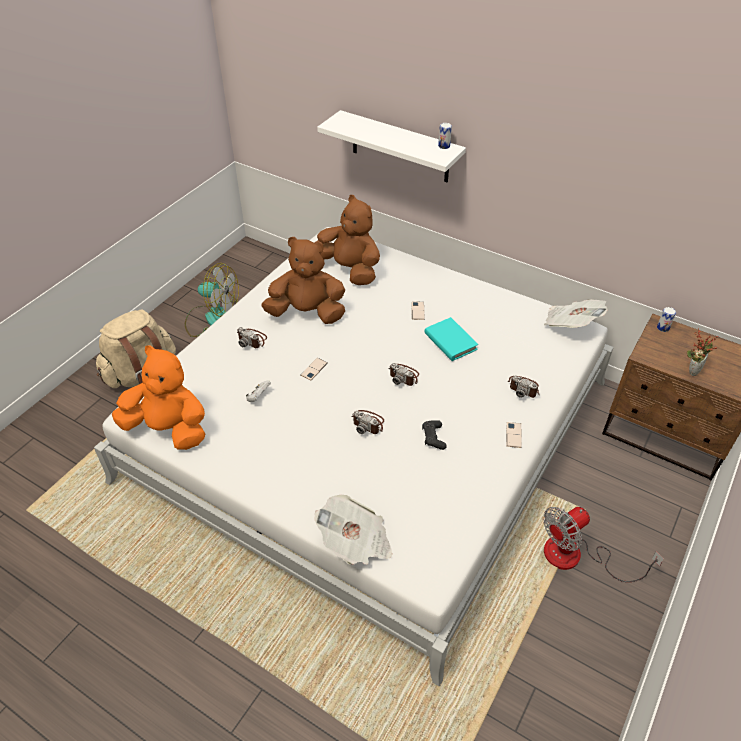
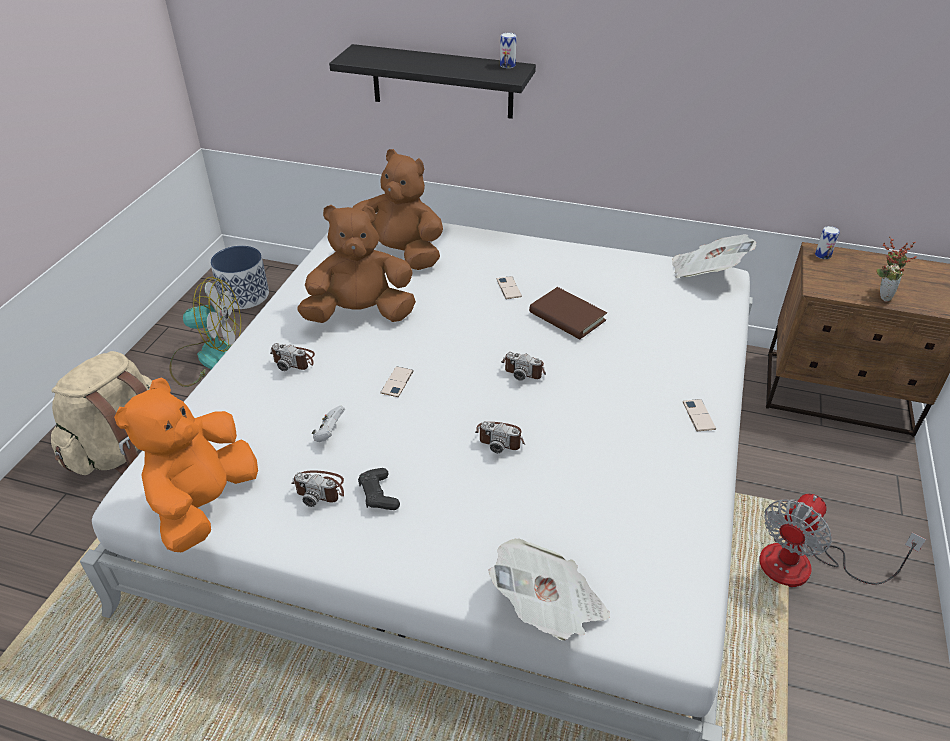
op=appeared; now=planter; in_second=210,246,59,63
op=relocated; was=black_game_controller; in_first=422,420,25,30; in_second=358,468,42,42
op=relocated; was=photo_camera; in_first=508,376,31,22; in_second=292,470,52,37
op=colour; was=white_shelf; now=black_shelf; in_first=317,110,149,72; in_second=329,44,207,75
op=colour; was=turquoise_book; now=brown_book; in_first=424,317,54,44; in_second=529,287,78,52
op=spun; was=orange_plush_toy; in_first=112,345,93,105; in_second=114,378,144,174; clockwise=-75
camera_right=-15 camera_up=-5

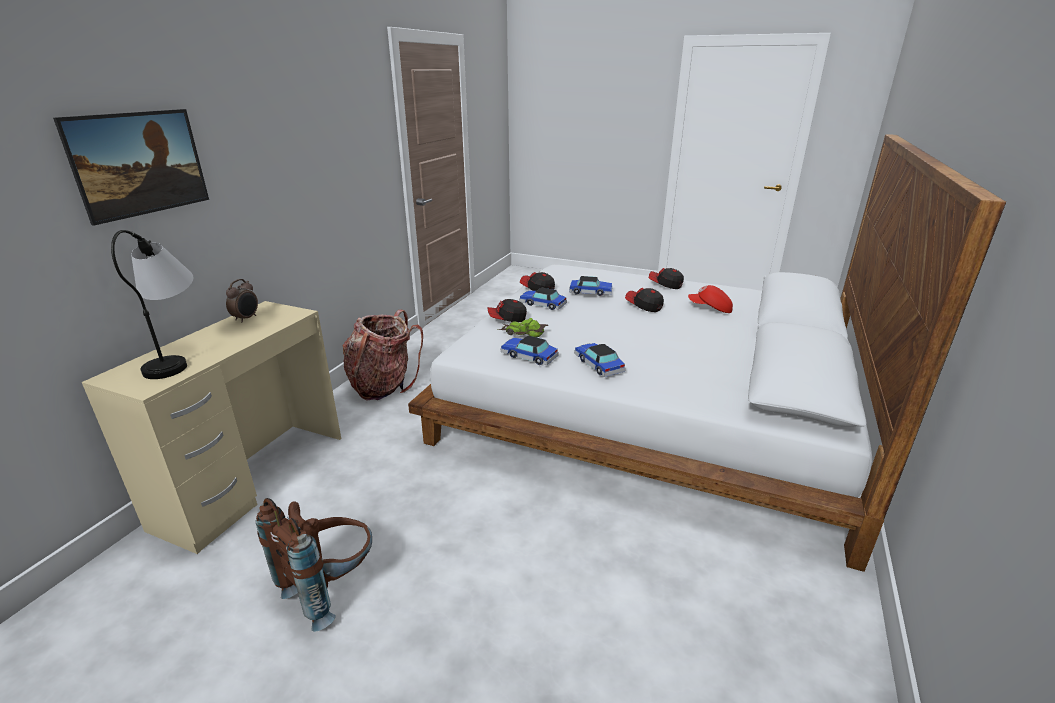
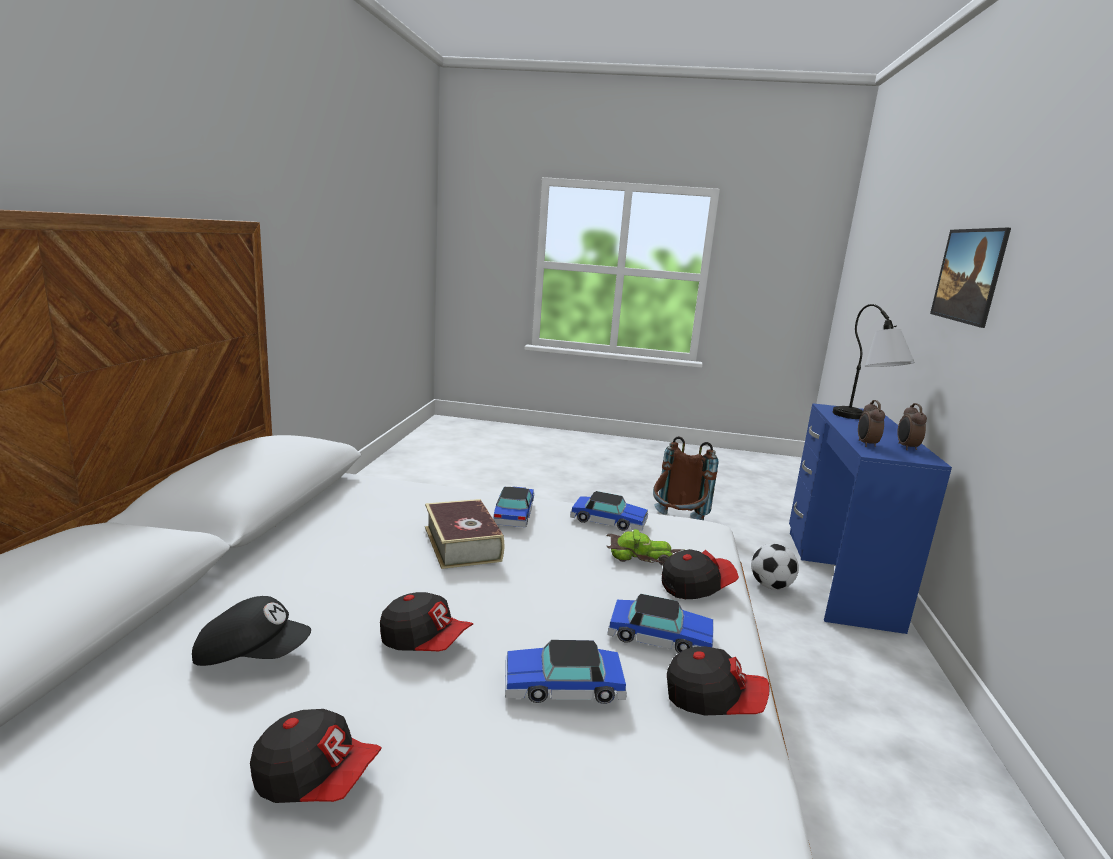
op=missing; was=backpack; in_first=343,310,80,91
op=appeared; now=book; in_second=425,499,79,70
op=appeared; now=football; in_second=751,544,48,46
op=appeared; now=alarm_clock; in_second=858,400,27,47
op=colour; was=beige_desk; now=blue_desk; in_first=82,301,259,253; in_second=789,403,163,231
op=colour; was=red_cap; now=black_cap; in_first=688,285,45,28; in_second=192,596,119,70
op=spun; was=toy_car; in_first=574,343,52,34; in_second=493,486,41,41; clockwise=-135
camera_right=165 camera_up=-10

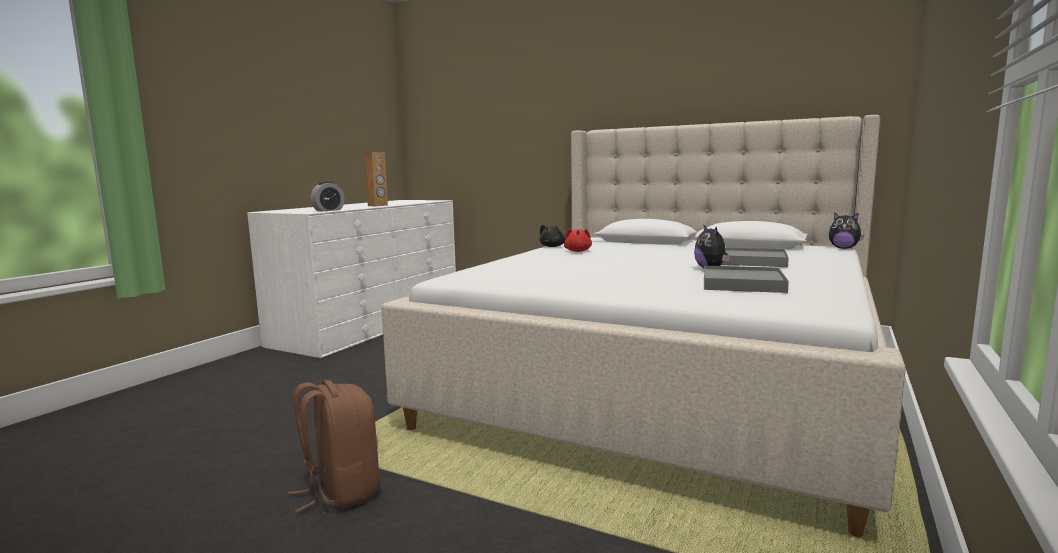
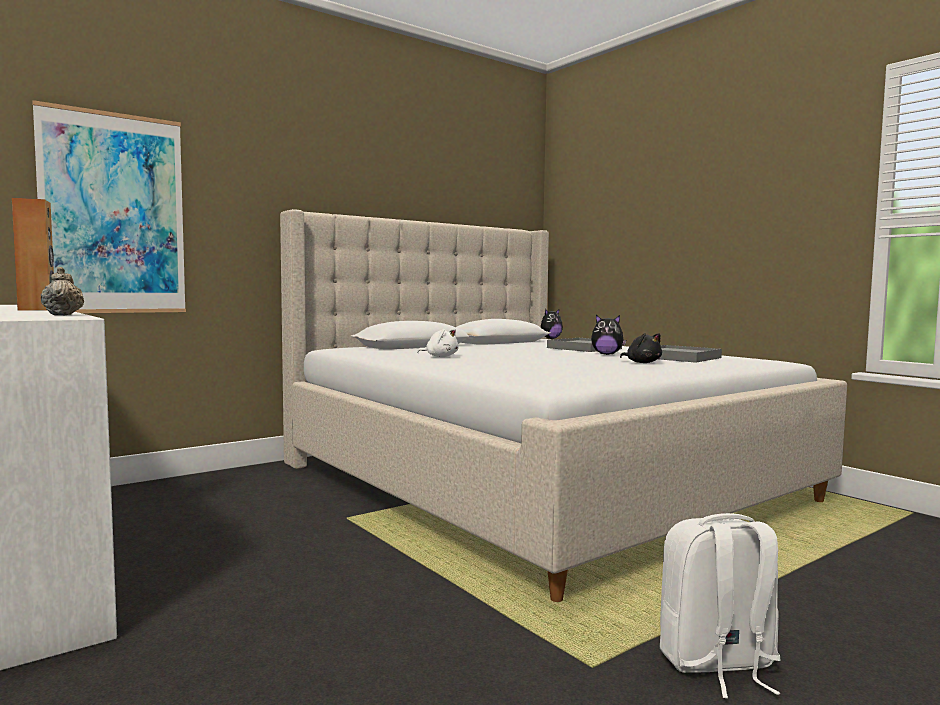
op=appeared; now=picture; in_second=32,100,154,213
op=relocated; was=black_plush_toy; in_first=539,225,26,22; in_second=620,333,42,30
op=exchanged; was=alarm_clock; now=beige_teapot; in_first=310,181,35,30; in_second=41,267,43,48
op=colour; was=brown_backpack; now=white_backpack; in_first=288,380,91,132; in_second=660,513,120,185
op=colour; was=red_plush_toy; now=white_plush_toy; in_first=564,228,28,24; in_second=417,328,42,29
camera_right=-65 camera_up=-5

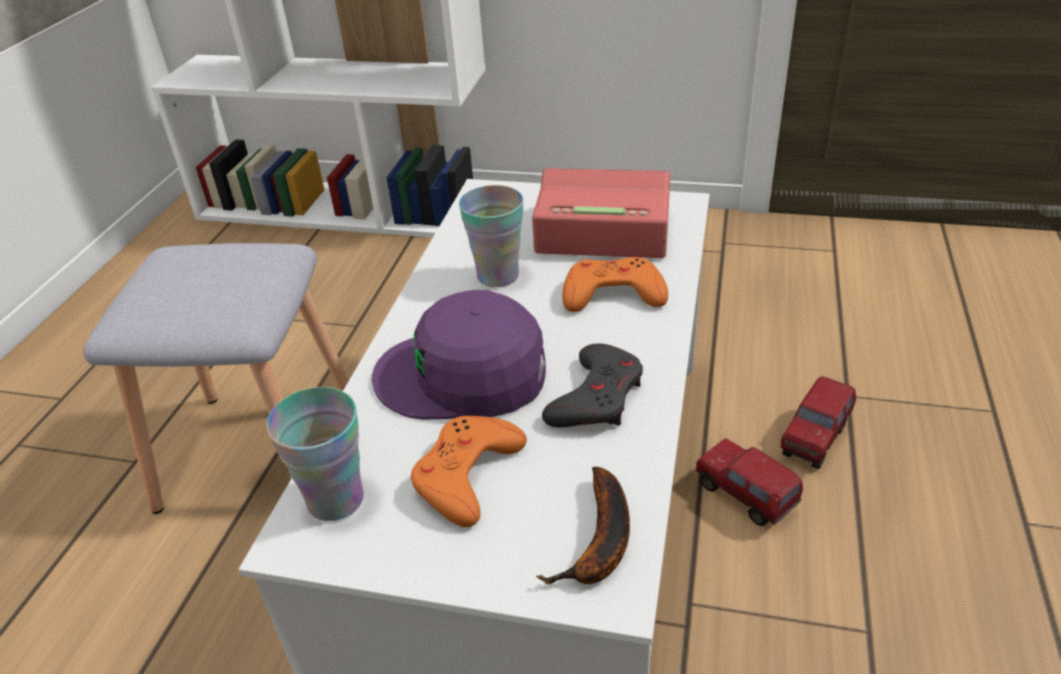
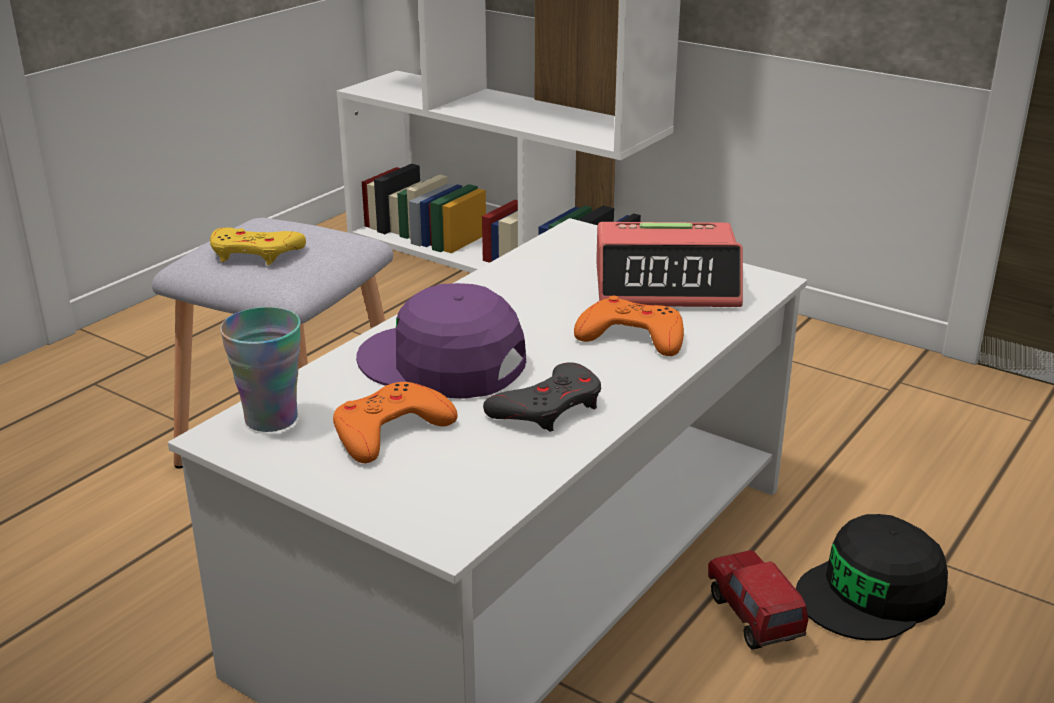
op=missing; was=cup; in_first=459,185,65,102
op=missing; was=banana; in_first=536,467,94,118
op=appeared; now=yellow_game_controller; in_second=210,227,96,38
op=exchanged; was=toy_truck; now=black_cap; in_first=781,376,75,93; in_second=796,514,152,127
op=spun; was=alarm_clock; in_first=532,168,139,90; in_second=596,222,147,85; clockwise=150
camera_right=20 camera_up=-10

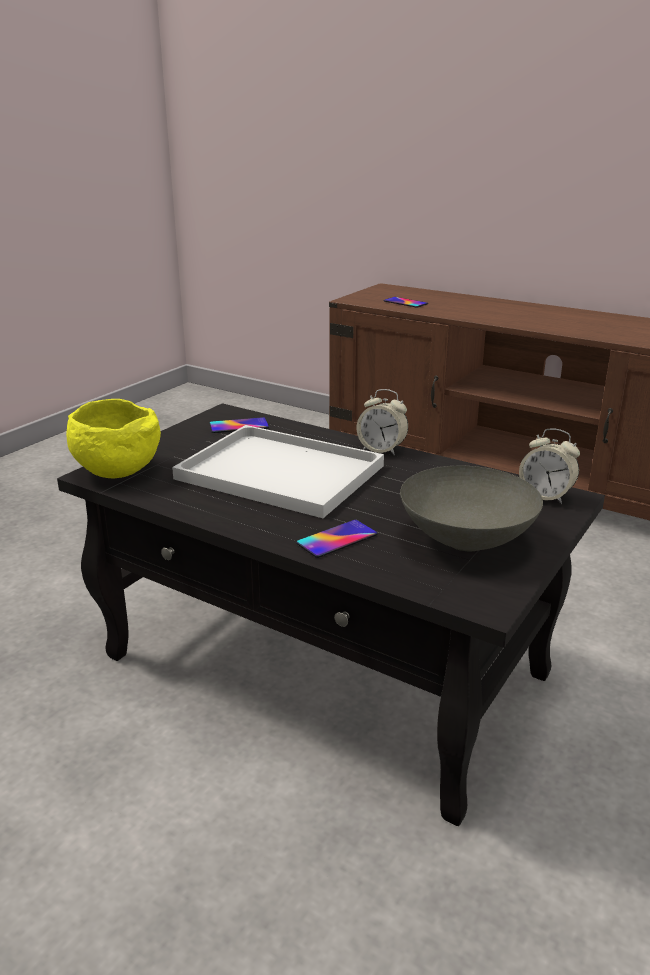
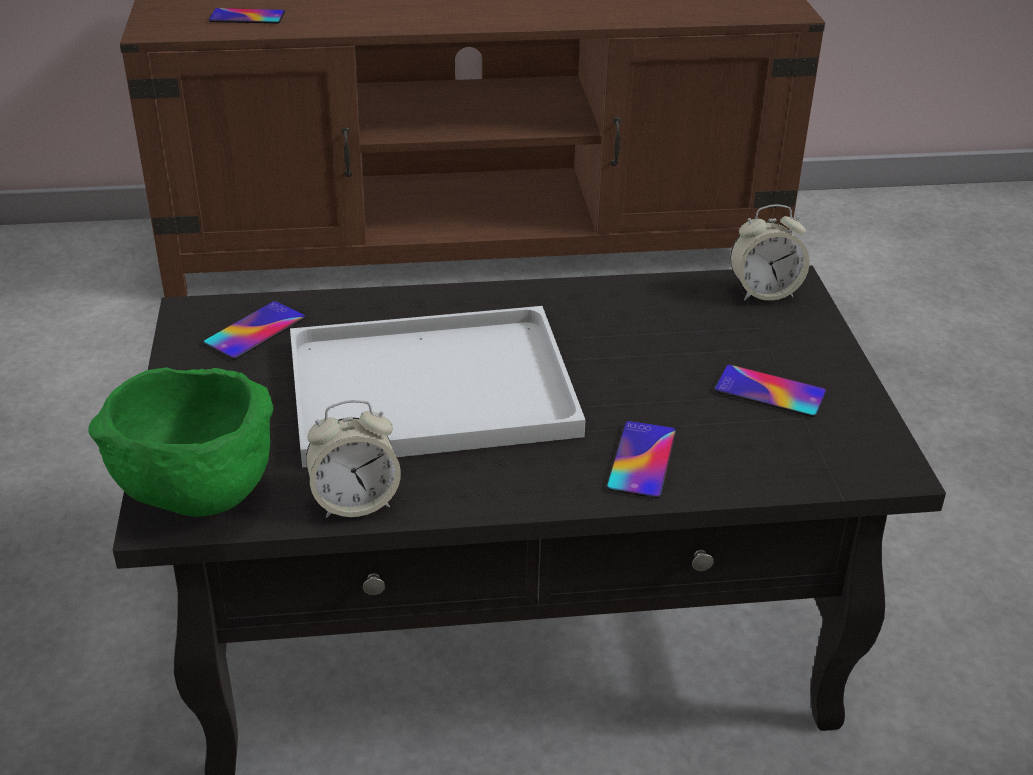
op=relocated; was=alarm_clock; in_first=357,389,51,66; in_second=306,400,95,118
op=exchanged; was=grey_bowl; now=phone; in_first=400,466,143,85; in_second=714,365,113,52
op=colour; was=yellow_bowl; now=green_bowl; in_first=66,399,95,79; in_second=88,367,185,150
camera_right=-40 camera_up=10

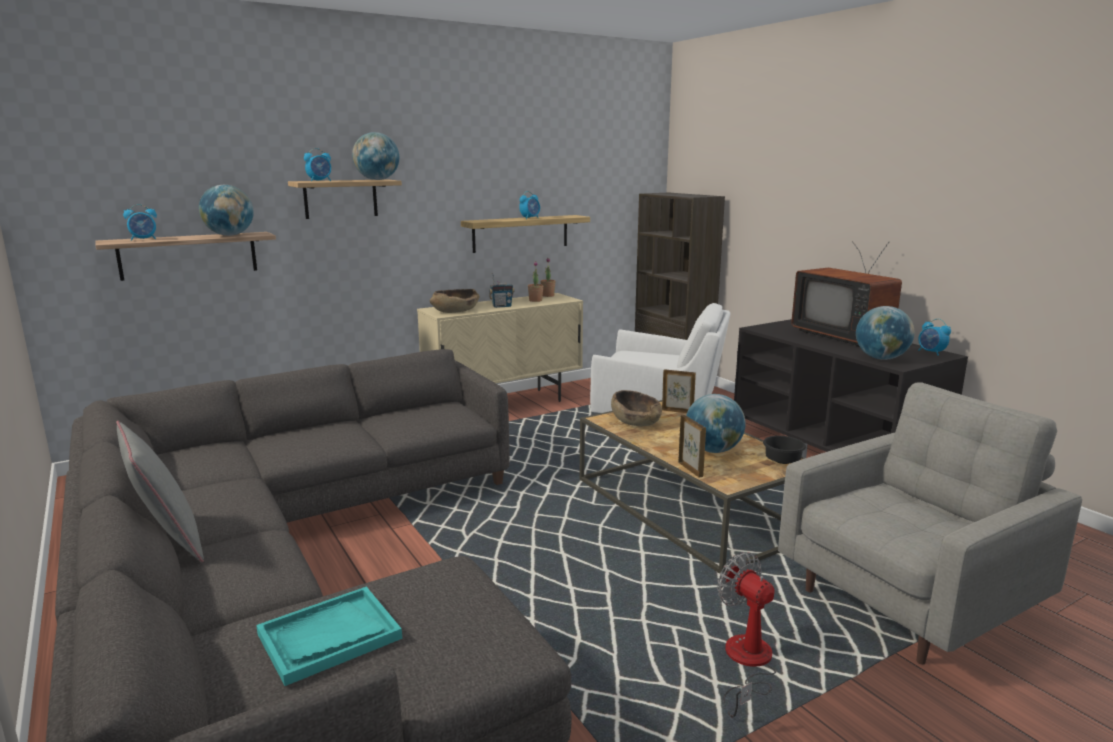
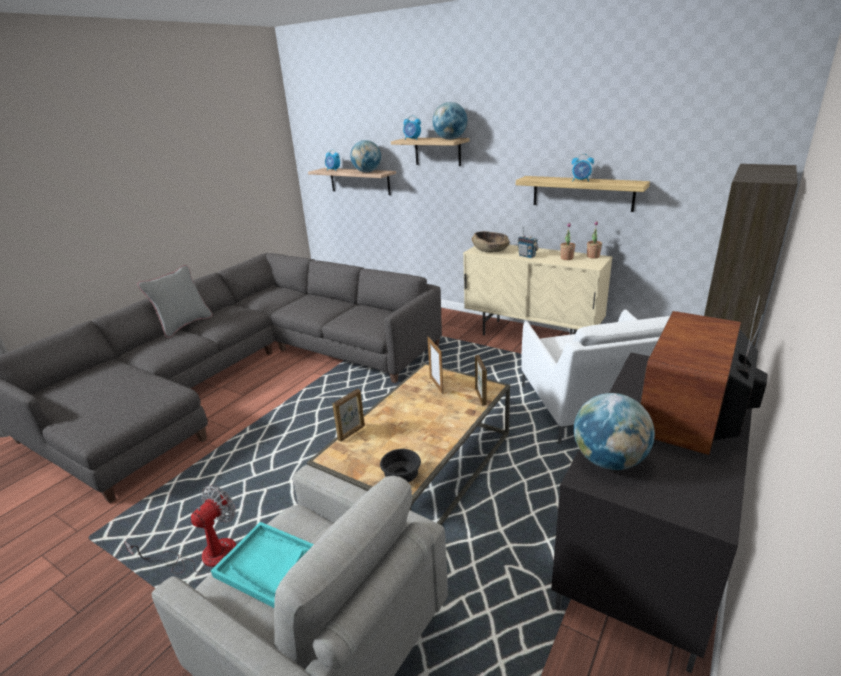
op=missing; was=globe; in_first=686,394,60,59
op=missing; was=alarm_clock; in_first=918,319,33,37
op=relocated; was=turquoise_tray; in_first=256,587,146,99; in_second=211,522,103,86
op=exchanged; was=brown_bowl; now=picture_frame; in_first=611,390,51,36; in_second=427,336,16,58
camera_right=65 camera_up=10

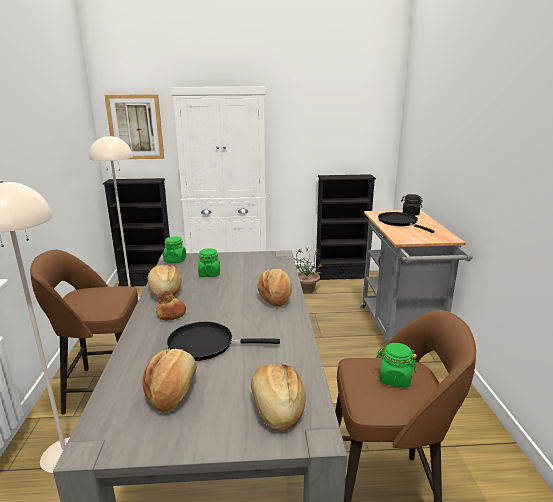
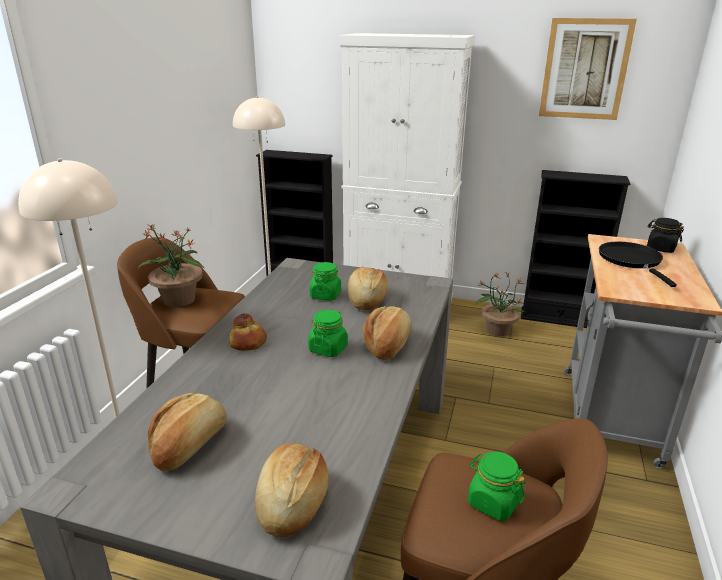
op=missing; was=black_frying_pan; in_first=167,322,113,39
op=appeared; now=potted_plant; in_second=138,223,67,84
op=relocated; was=picture; in_first=105,94,59,65; in_second=539,18,98,102
op=relocated; was=bread; in_first=147,265,35,34; in_second=348,267,40,43
op=relocated; was=green_jar; in_first=163,236,23,27; in_second=308,310,40,47
camera_right=20 camera_up=5

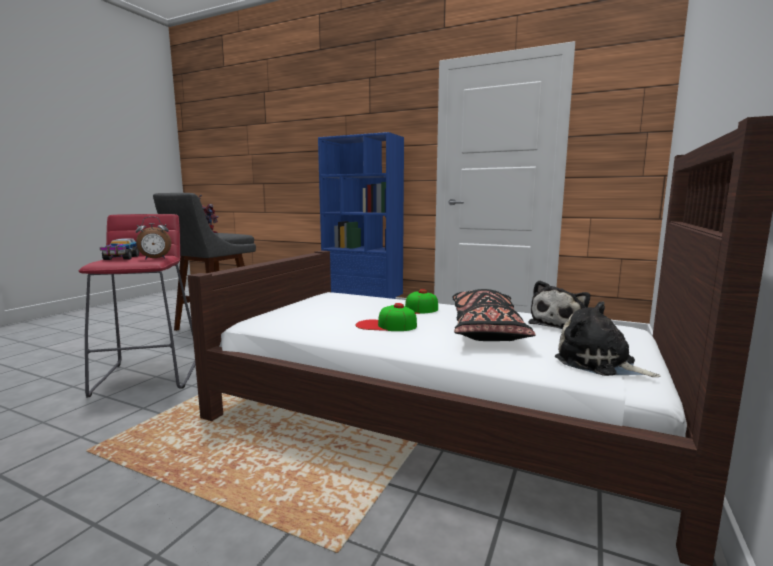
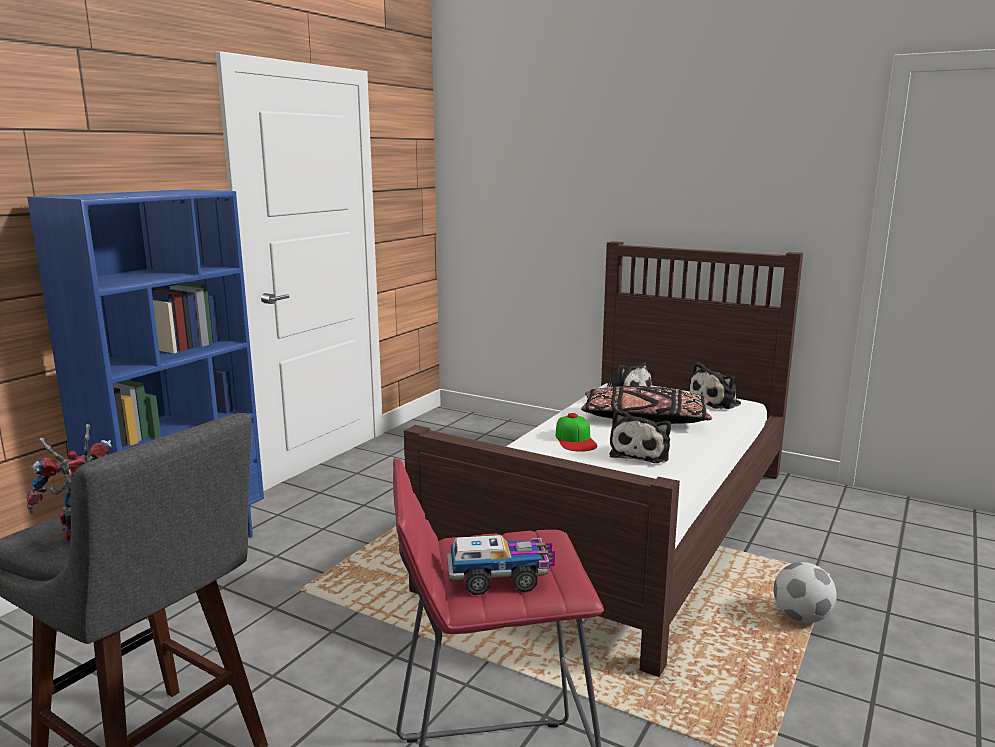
op=missing; was=alarm_clock; in_first=136,216,35,44
op=appeared; now=football; in_second=773,562,64,61
op=exchanged; was=cap; now=plush_toy; in_first=356,303,61,28; in_second=610,409,61,54
camera_right=-85 camera_up=5

